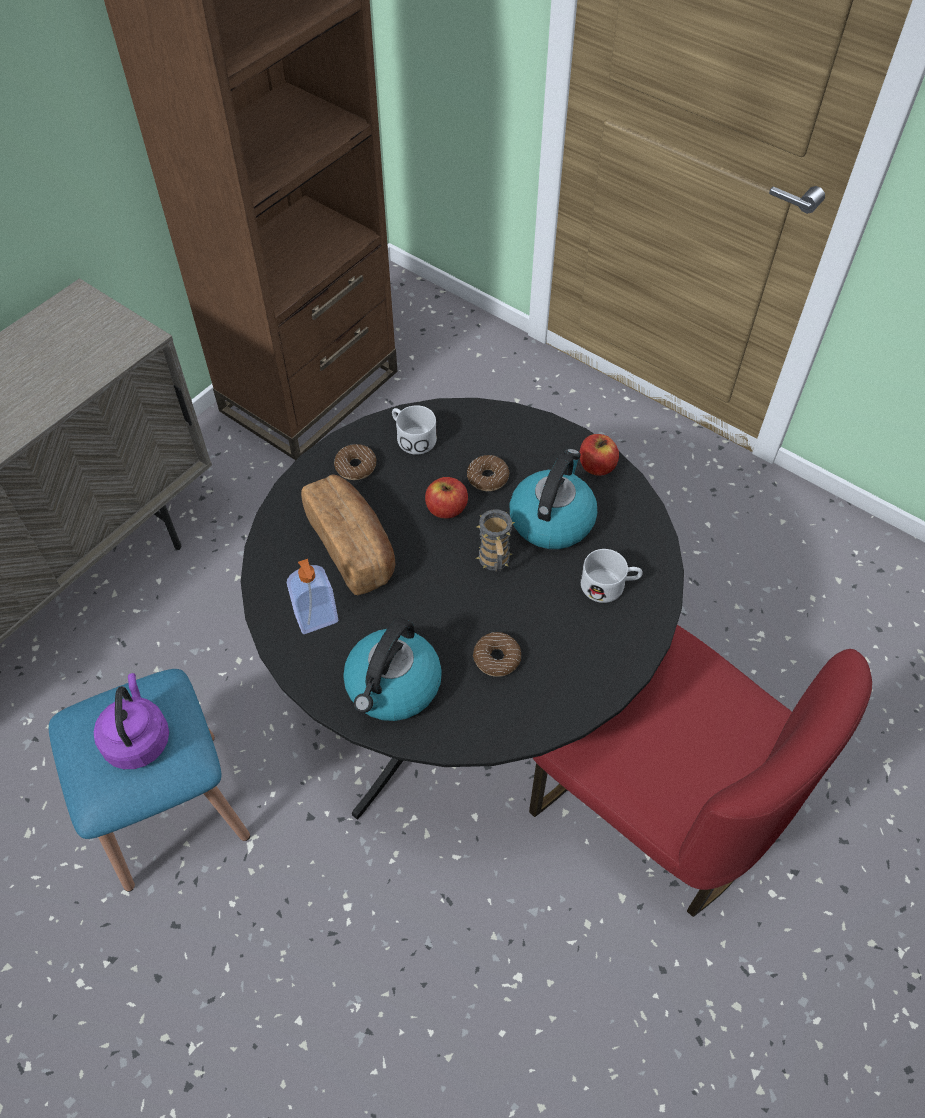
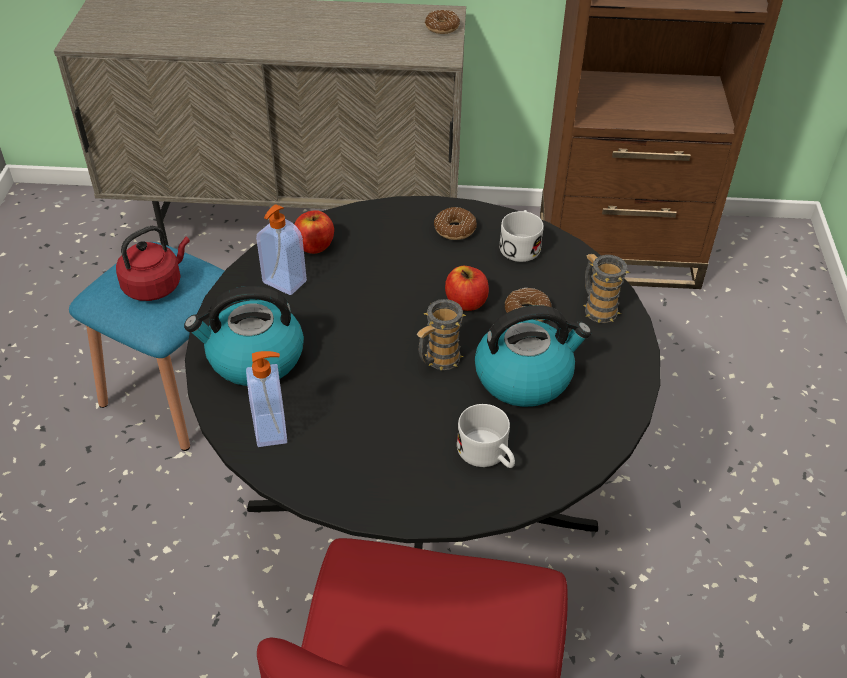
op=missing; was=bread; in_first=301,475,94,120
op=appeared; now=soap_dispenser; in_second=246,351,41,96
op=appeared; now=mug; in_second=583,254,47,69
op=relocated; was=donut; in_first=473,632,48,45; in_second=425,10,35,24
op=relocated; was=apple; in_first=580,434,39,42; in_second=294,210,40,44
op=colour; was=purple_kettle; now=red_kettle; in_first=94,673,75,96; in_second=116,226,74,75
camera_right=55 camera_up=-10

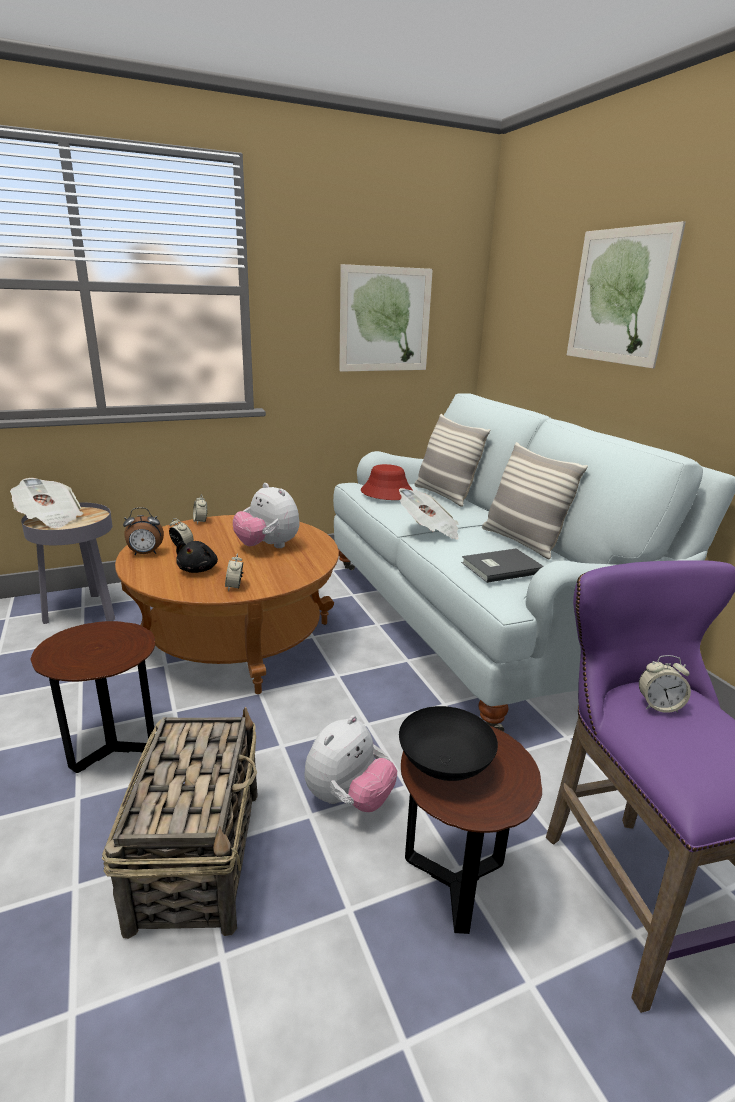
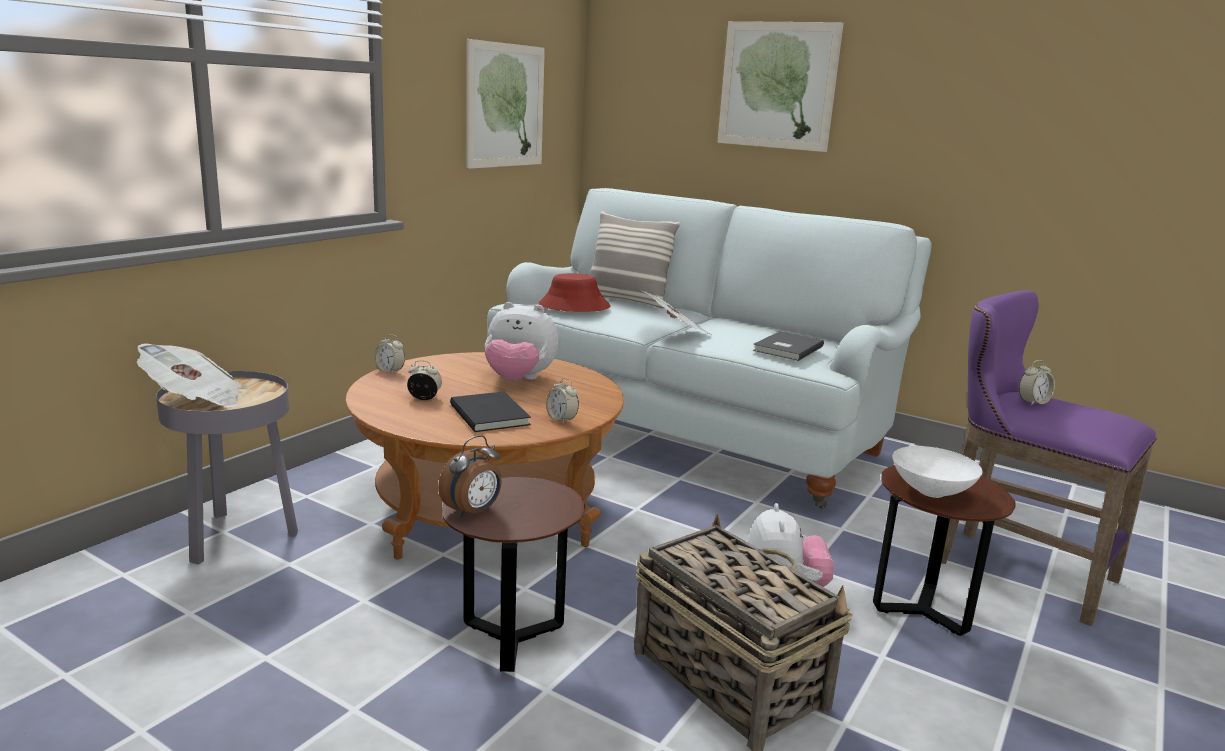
op=missing; was=pillow; in_first=482,442,106,117
op=relocated; was=alarm_clock; in_first=123,507,41,48; in_second=438,435,64,83
op=exchanged; was=black_plush_toy; now=black_book; in_first=176,541,42,32; in_second=450,391,81,41
op=colour; was=black_bowl; now=white_bowl; in_first=399,706,99,75; in_second=893,446,89,52
camera_right=-35 camera_up=-5

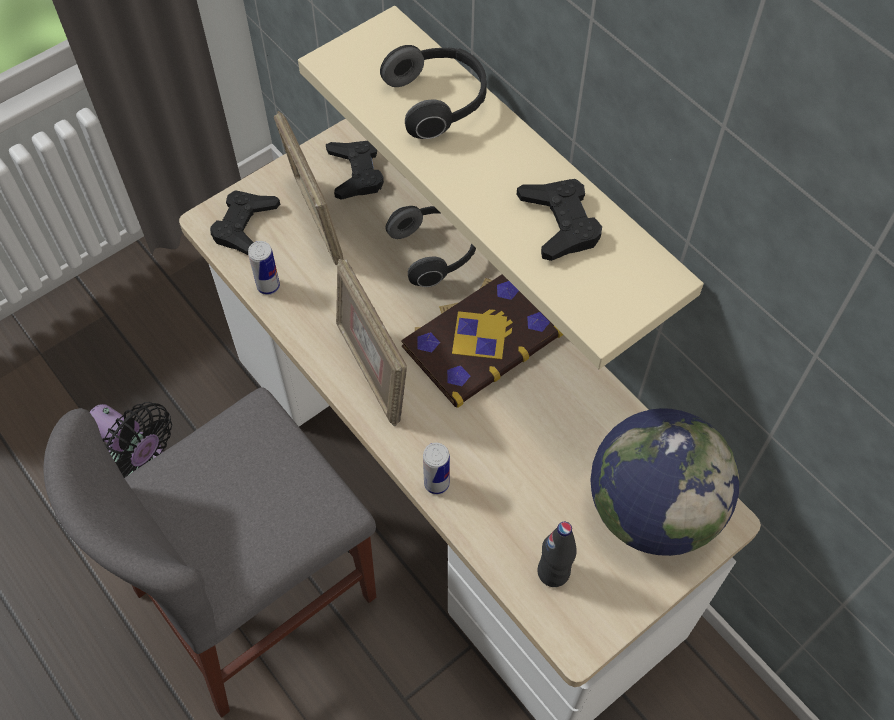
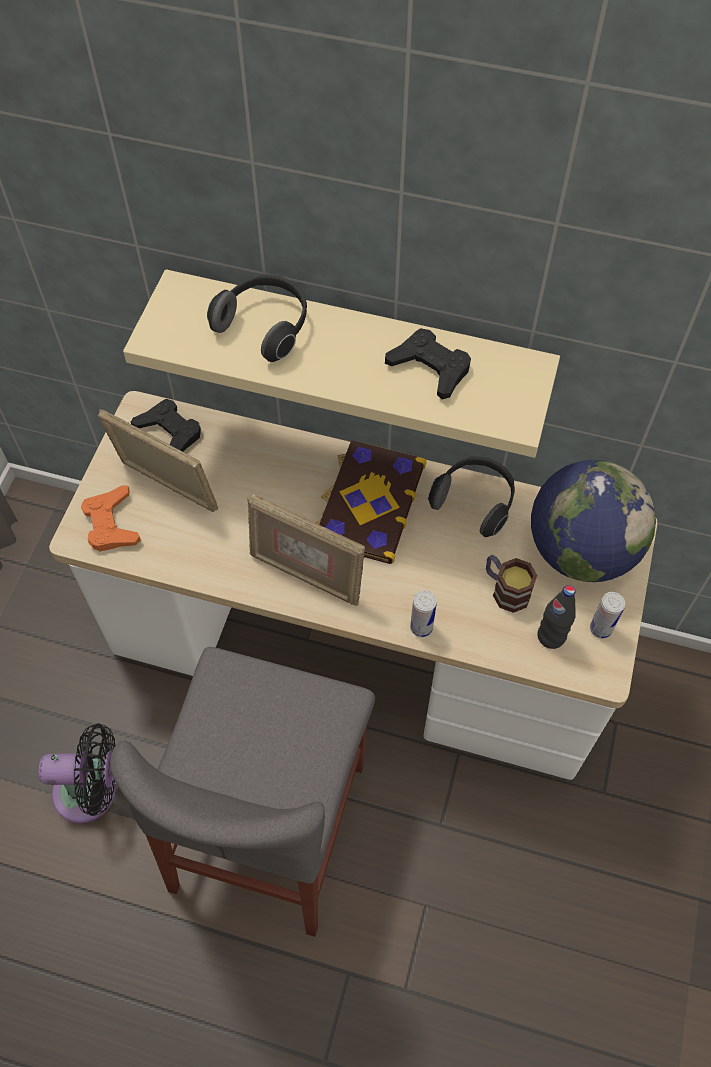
op=appeared; now=mug; in_second=486,555,51,58
op=relocated; was=can; in_first=248,241,32,54; in_second=590,592,35,46
op=relocated; was=headphones; in_first=386,206,90,81; in_second=428,456,87,81
op=colour; was=black_game_controller; now=orange_game_controller; in_first=210,191,70,64; in_second=81,485,60,67
camera_right=-35 camera_up=0

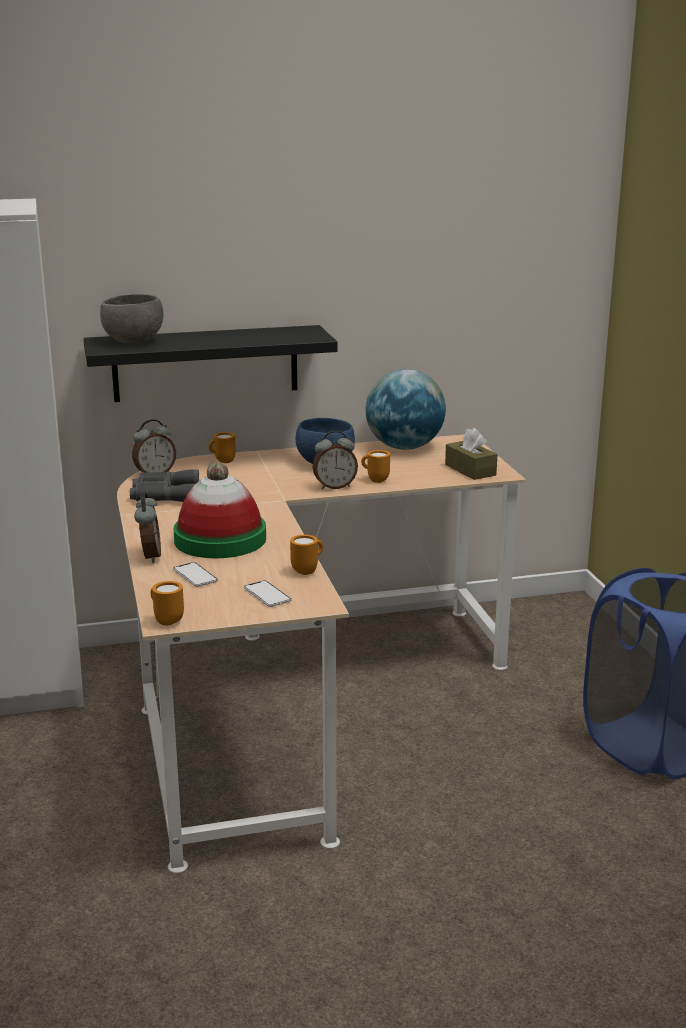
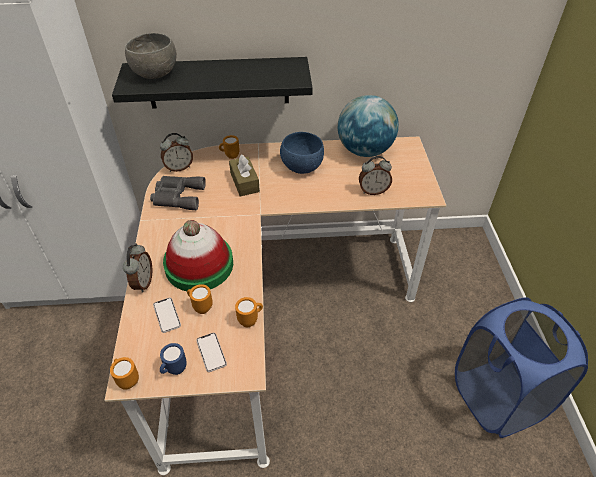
op=appeared; now=blue_mug; in_second=160,343,27,32
op=relocated; was=alarm_clock; in_first=313,431,45,58; in_second=359,156,33,39
op=relocated; was=orange_mug; in_first=361,450,29,33; in_second=187,284,26,30
op=relocated; was=brown_tissue_box; in_first=445,428,53,52; in_second=229,154,31,42
camera_right=10 camera_up=25

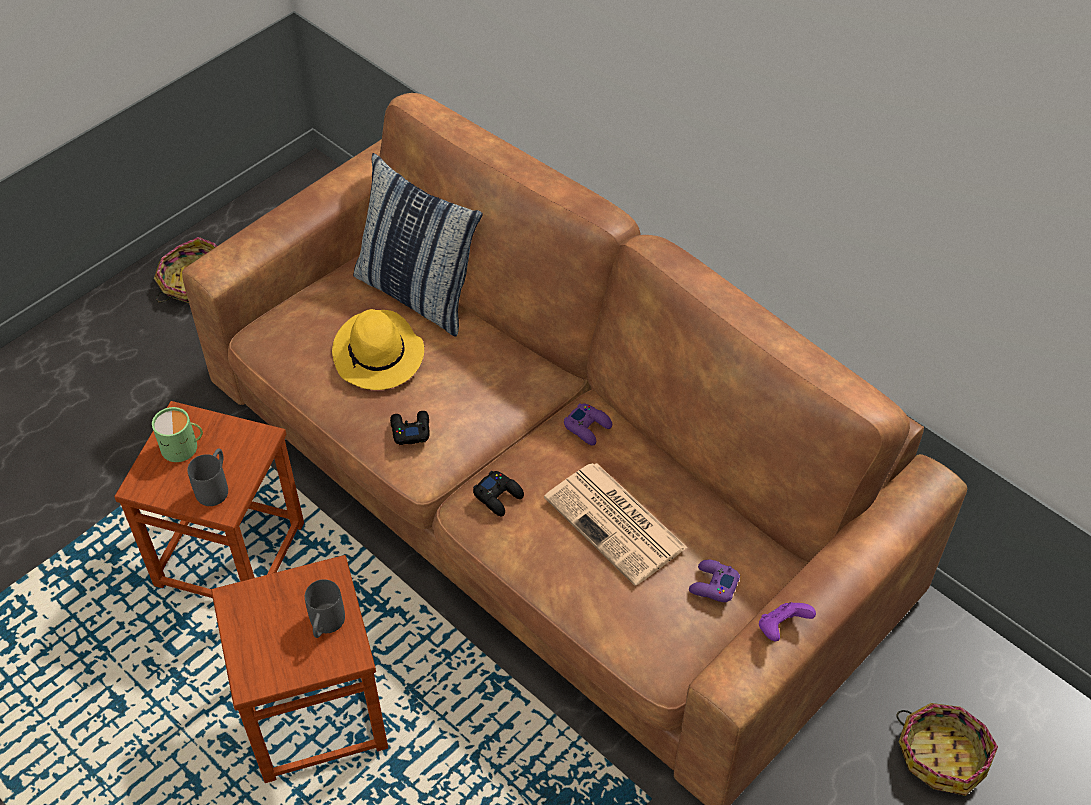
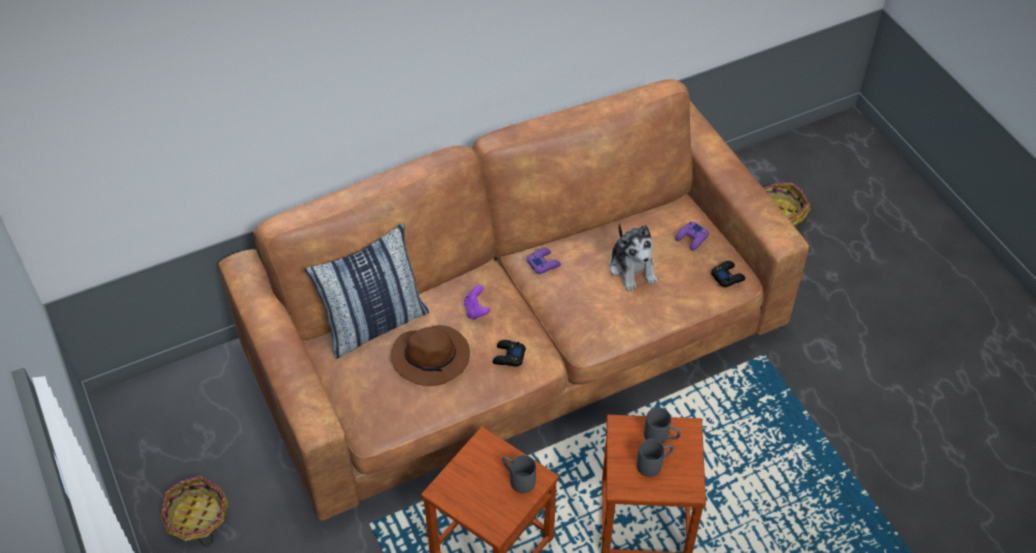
op=missing; was=green_mug; in_first=152,407,51,55
op=appeared; now=grey_mug; in_second=637,439,37,38
op=relocated; was=black_game_controller; in_first=473,471,51,45; in_second=711,261,34,26
op=relocated; was=purple_game_controller; in_first=759,602,57,39; in_second=464,285,26,34
op=exchanged; was=newspaper; now=plush_toy; in_first=544,463,144,123; in_second=609,223,49,68
op=colour; was=yellow_hat; now=brown_hat; in_first=332,309,92,81; in_second=391,325,79,61
camera_right=-70 camera_up=0

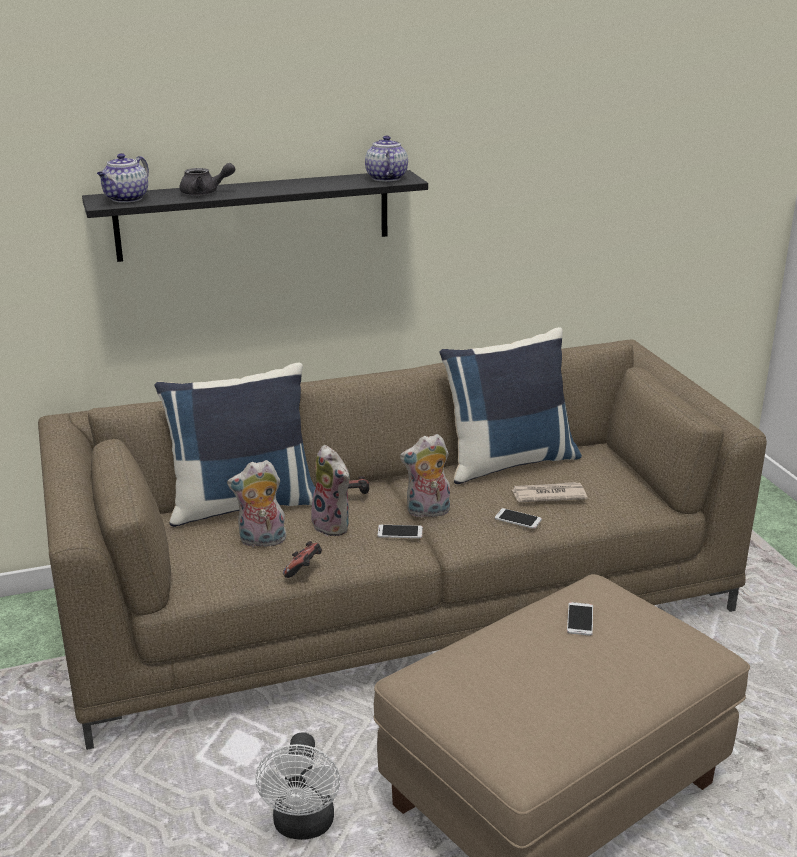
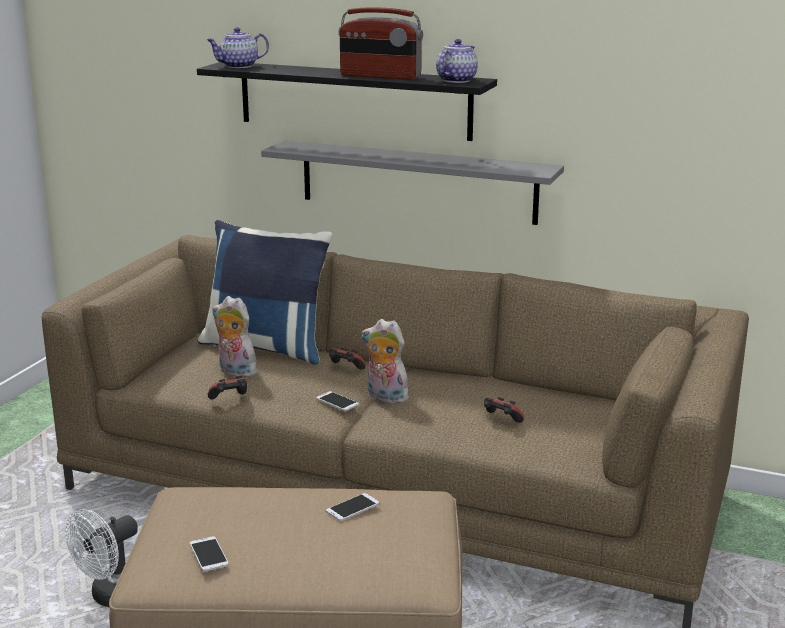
op=missing; was=grey_teapot; in_first=180,163,55,33
op=missing; was=plush_toy; in_first=311,445,39,91
op=missing; was=blue_pillow; in_first=439,327,143,157
op=appeared; now=grey_shelf; in_second=261,140,303,85
op=appeared; now=radio; in_second=339,7,84,73
op=relocated; was=phone; in_first=495,508,47,21; in_second=190,536,39,36
op=exchanged; was=newspaper; now=game_controller; in_first=512,482,75,20; in_second=484,397,40,26
camera_right=40 camera_up=-5

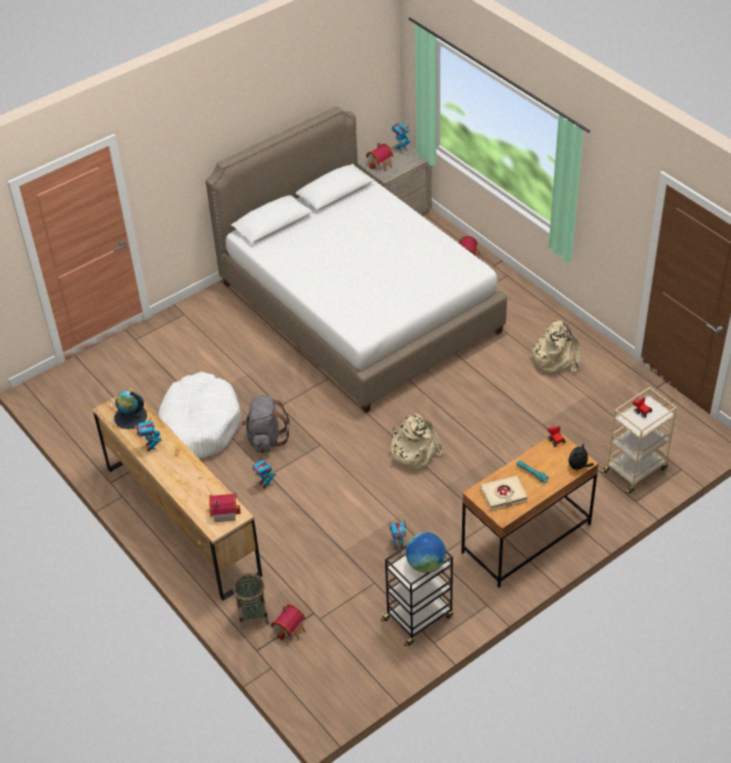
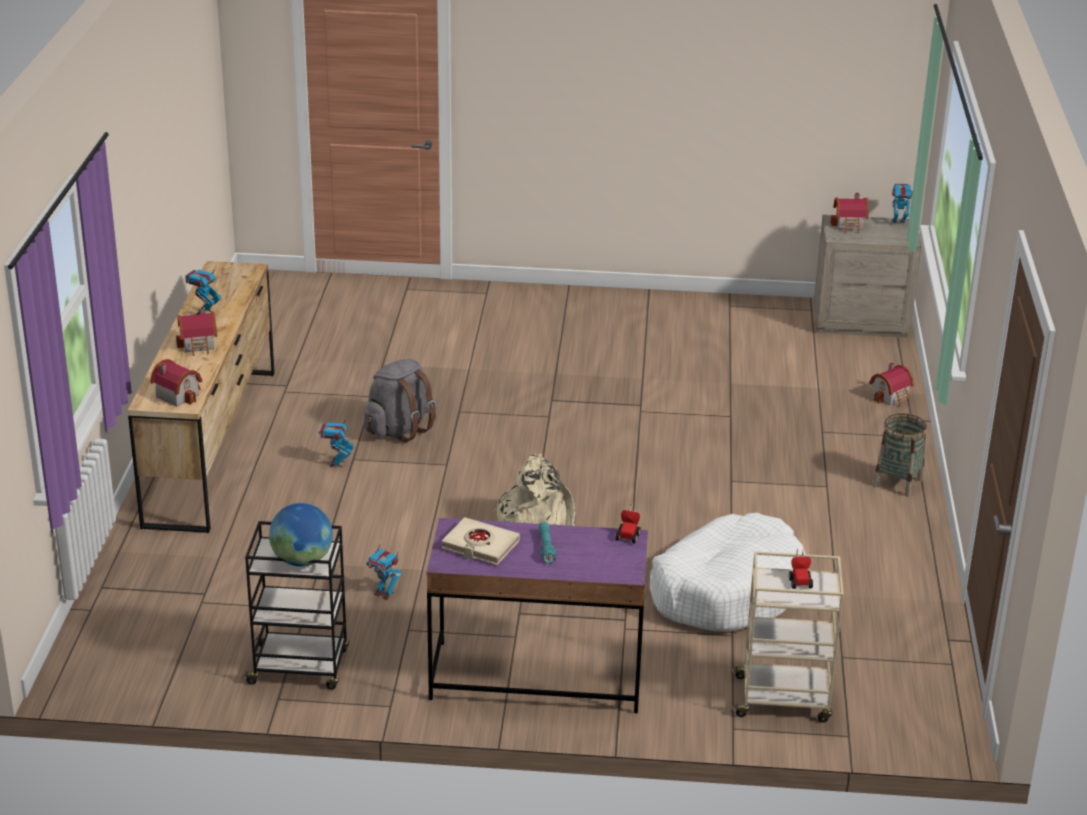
op=missing; was=globe; in_first=114,390,33,39
op=missing; was=white_bed; in_first=206,106,301,307
op=missing; was=beige_backpack; in_first=529,320,52,54
op=missing; was=plush_toy; in_first=569,444,25,27
op=relocated; was=white_dog_bed; in_first=158,372,83,87; in_second=650,513,156,118
op=relocated; was=basket; in_first=233,573,36,57; in_second=873,413,54,84
op=relocated; was=toy_house; in_first=271,604,34,37; in_second=176,307,41,49
op=colour; was=brown_desk; now=purple_desk; in_first=461,432,138,156; in_second=427,518,221,195
camera_right=40 camera_up=-15

